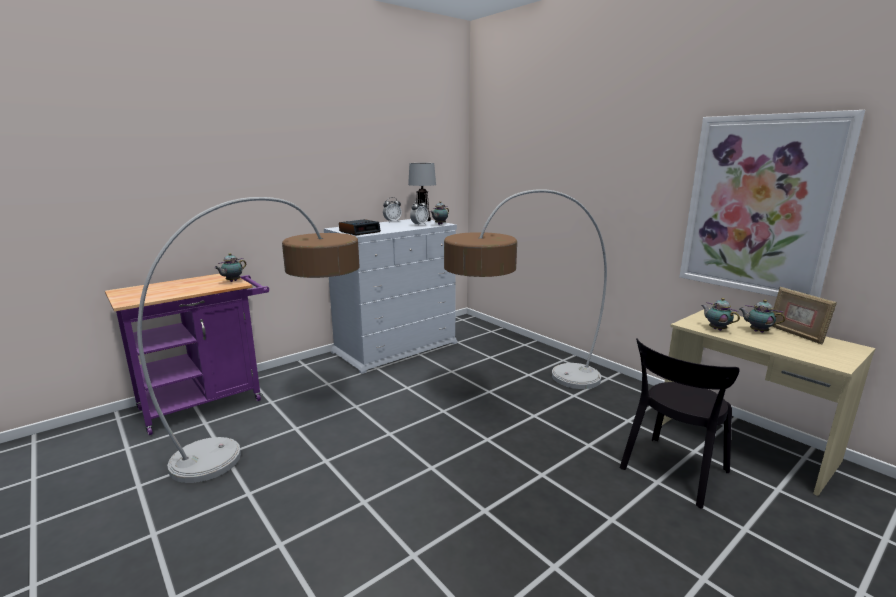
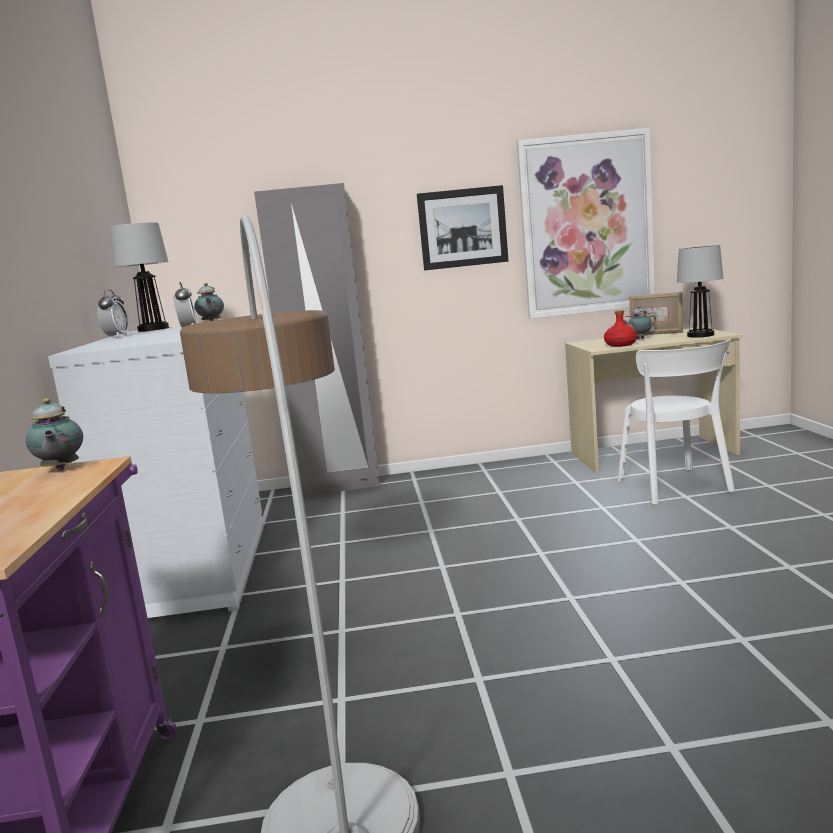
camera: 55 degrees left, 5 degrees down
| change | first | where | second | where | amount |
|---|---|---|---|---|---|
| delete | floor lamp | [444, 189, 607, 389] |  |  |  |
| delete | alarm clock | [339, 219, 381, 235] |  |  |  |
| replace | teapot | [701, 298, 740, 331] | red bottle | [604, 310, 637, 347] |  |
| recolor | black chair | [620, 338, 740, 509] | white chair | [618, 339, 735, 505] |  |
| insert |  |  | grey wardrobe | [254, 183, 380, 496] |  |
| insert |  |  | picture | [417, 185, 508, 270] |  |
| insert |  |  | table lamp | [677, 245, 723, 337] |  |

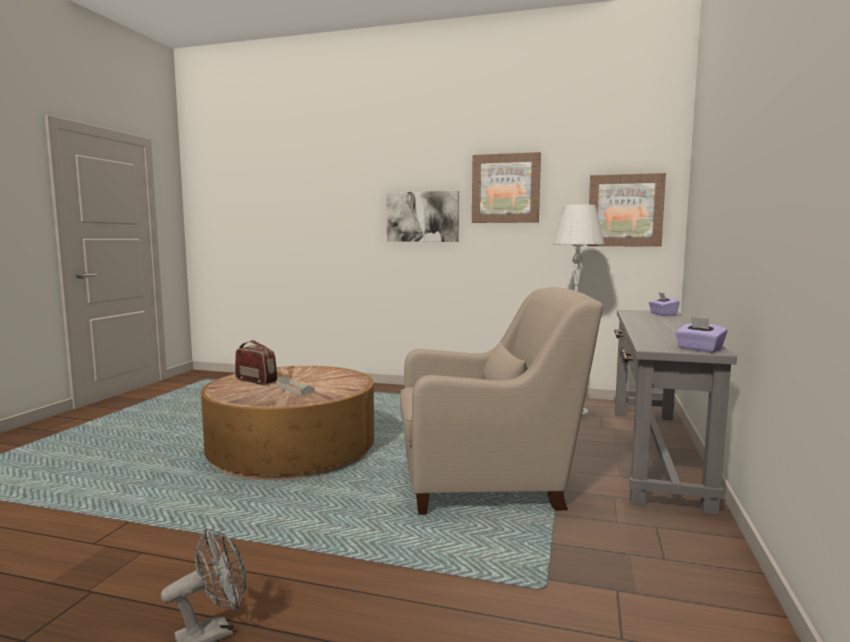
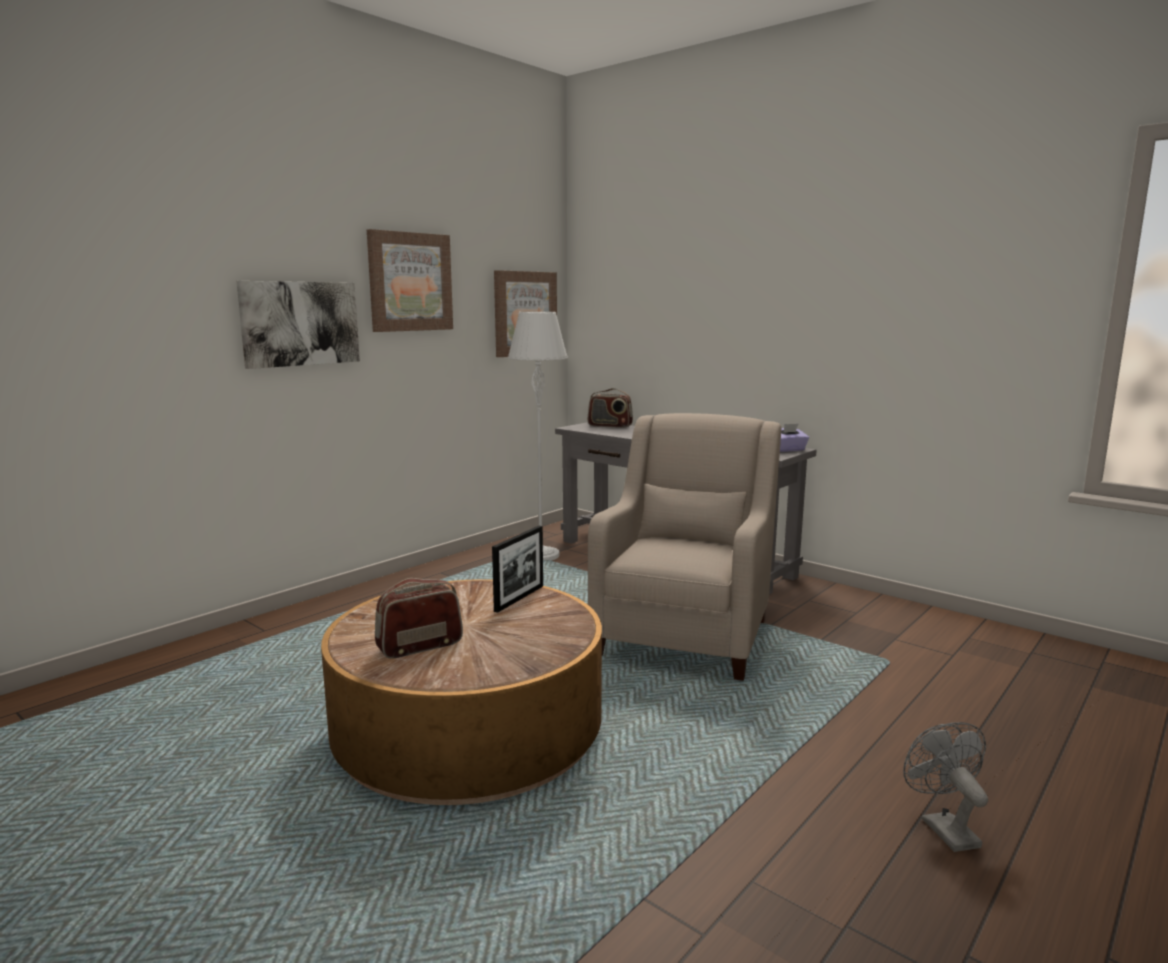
camera: 65 degrees left, 5 degrees up
| change | first | where | second | where | amount |
|---|---|---|---|---|---|
| replace | purple tissue box | [649, 292, 680, 316] | radio | [588, 388, 633, 428] |  |
| delete | grey tray | [276, 377, 315, 395] |  |  |  |
| insert |  |  | picture frame | [492, 526, 543, 613] |  |

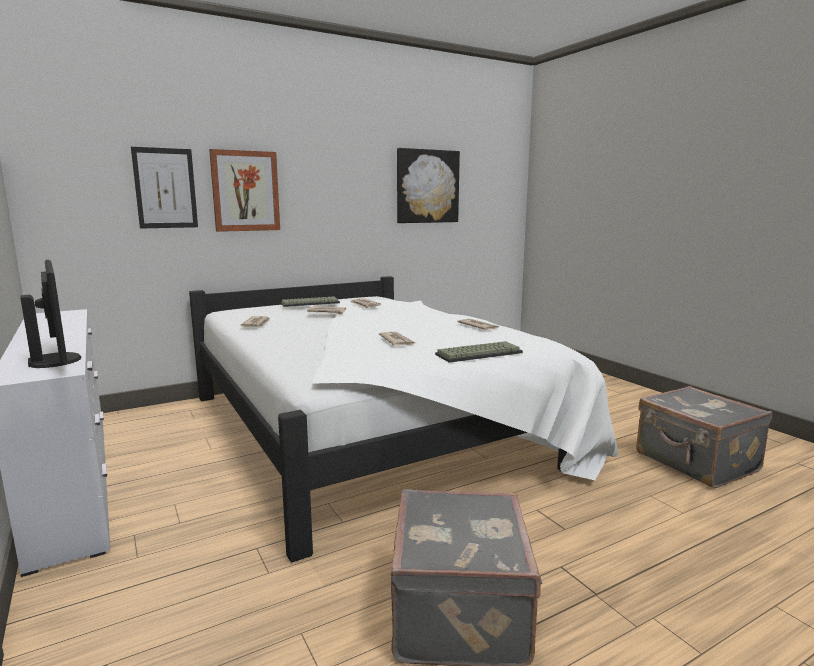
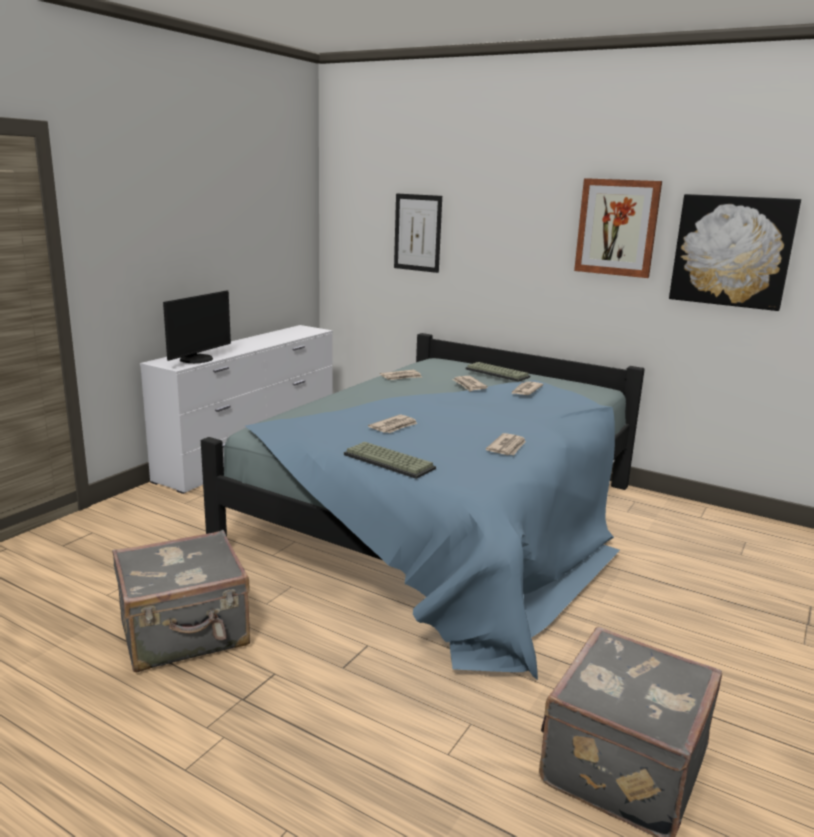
camera: 60 degrees right, 5 degrees up
| change | first | where | second | where | amount |
|---|---|---|---|---|---|
| move | picture | [209, 149, 280, 232] |  | [574, 178, 662, 278] |  |
| recolor | white bed | [189, 276, 618, 562] | blue bed | [201, 333, 645, 680] |  |

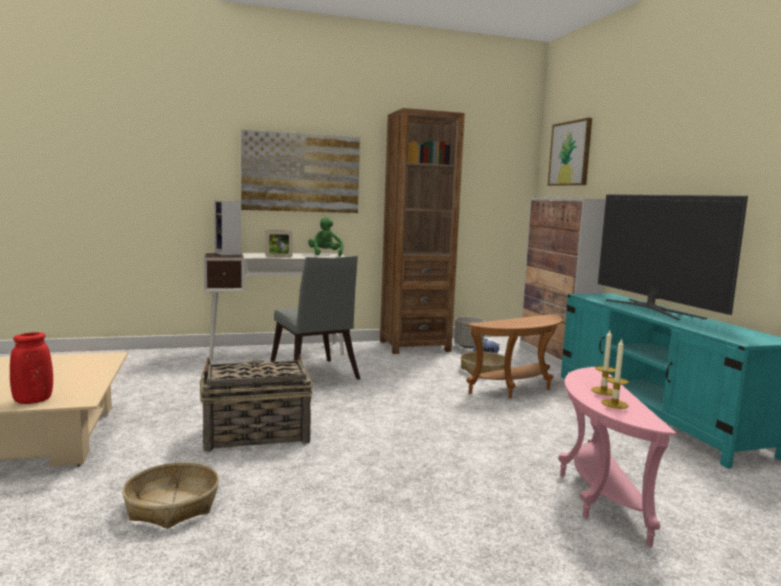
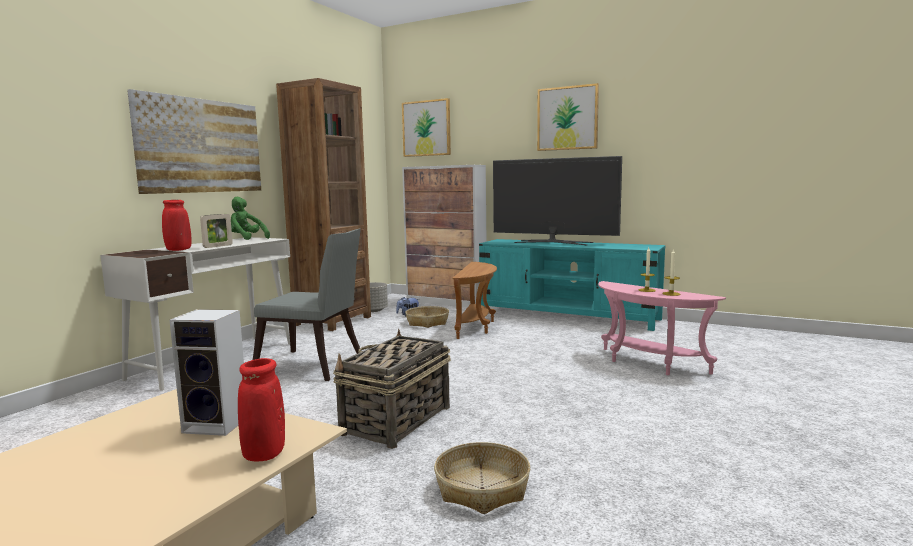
camera: 45 degrees left, 0 degrees up
| change | first | where | second | where | amount |
|---|---|---|---|---|---|
| move | speaker | [214, 201, 242, 255] |  | [170, 309, 244, 436] |  |
| insert |  |  | picture | [537, 83, 599, 151] |  |
| insert |  |  | red vase | [162, 200, 191, 251] |  |

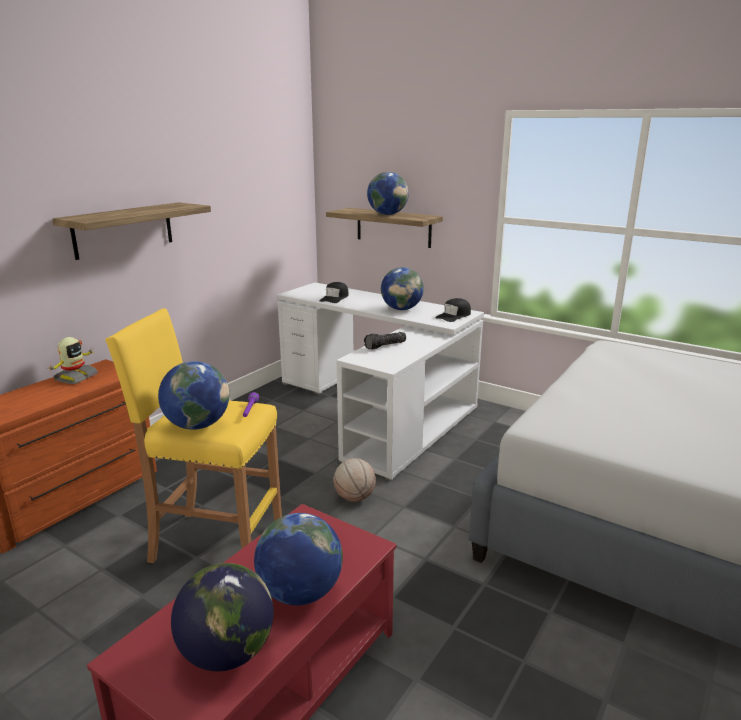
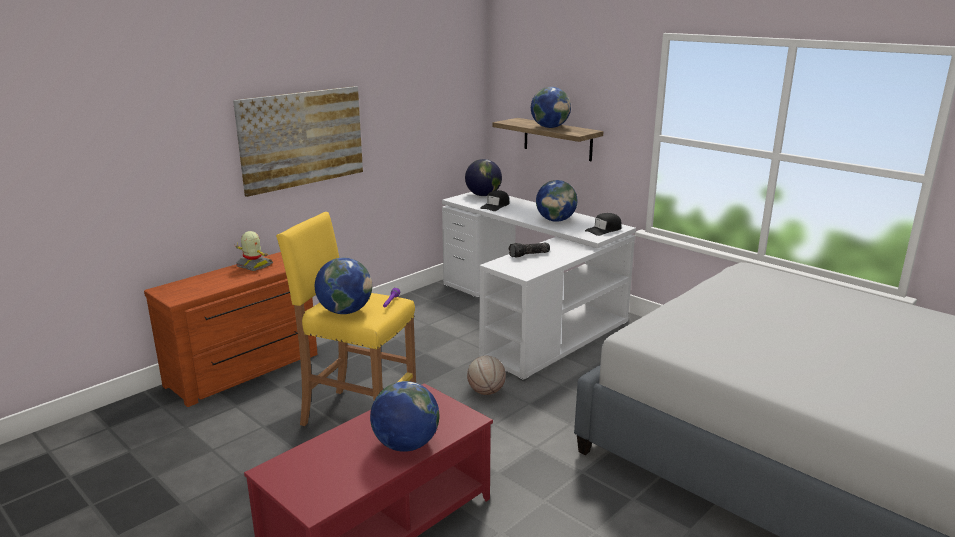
camera: 10 degrees right, 0 degrees up
| change | first | where | second | where | amount |
|---|---|---|---|---|---|
| replace | shelf | [52, 202, 211, 260] | picture | [233, 86, 363, 197] |  |
| rotate | toy robot | [49, 337, 98, 384] |  | [236, 231, 273, 271] | 90 degrees counterclockwise |
| move | globe | [171, 563, 274, 671] |  | [465, 159, 502, 196] |  |

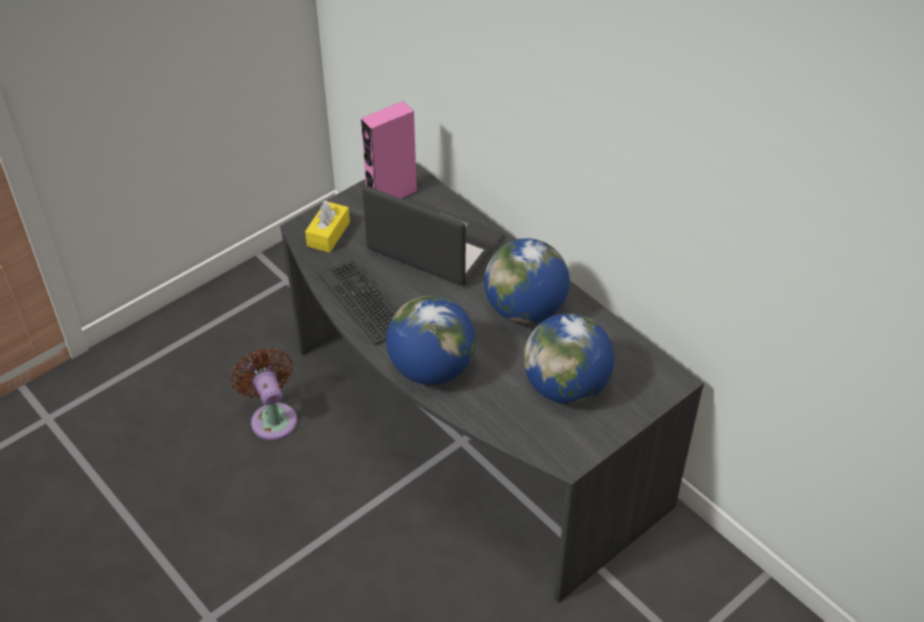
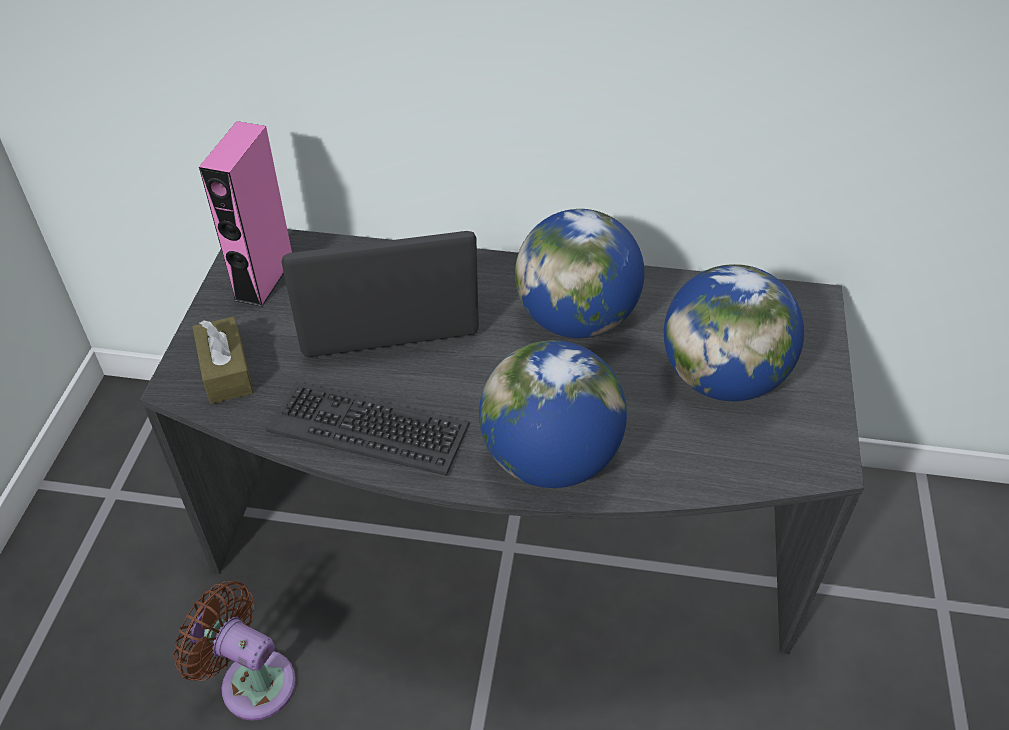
camera: 40 degrees left, 0 degrees up
| change | first | where | second | where | amount |
|---|---|---|---|---|---|
| recolor | yellow tissue box | [305, 201, 350, 253] | brown tissue box | [193, 317, 254, 404] |  |

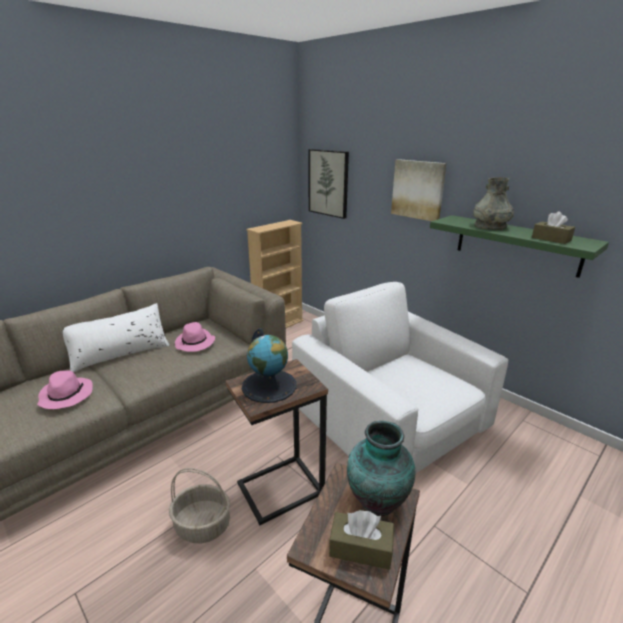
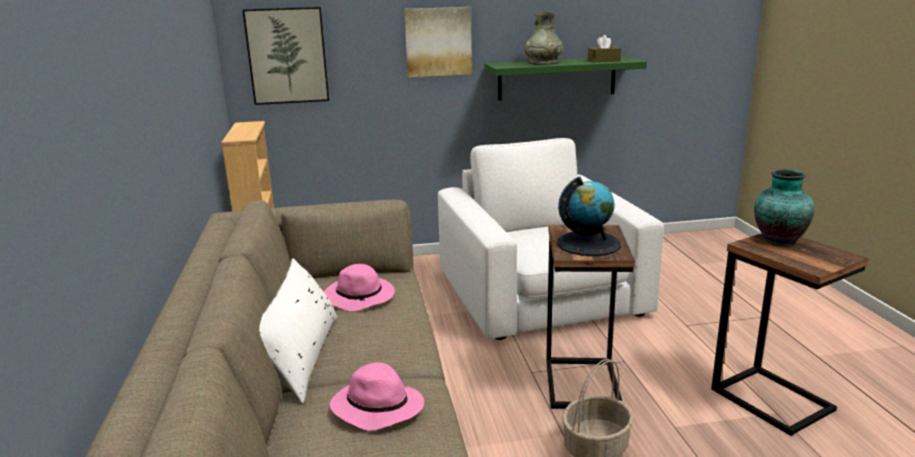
camera: 55 degrees left, 5 degrees down
| change | first | where | second | where | amount |
|---|---|---|---|---|---|
| rotate | white armchair | [292, 282, 508, 474] |  | [438, 138, 664, 340] | 75 degrees clockwise |
| delete | brown tissue box | [329, 510, 394, 570] |  |  |  |

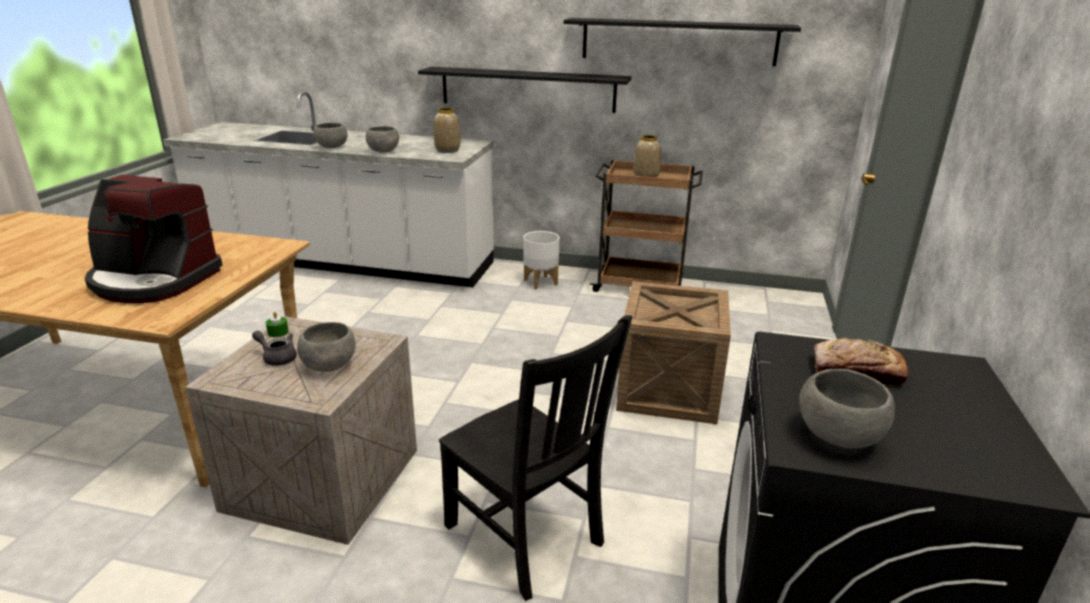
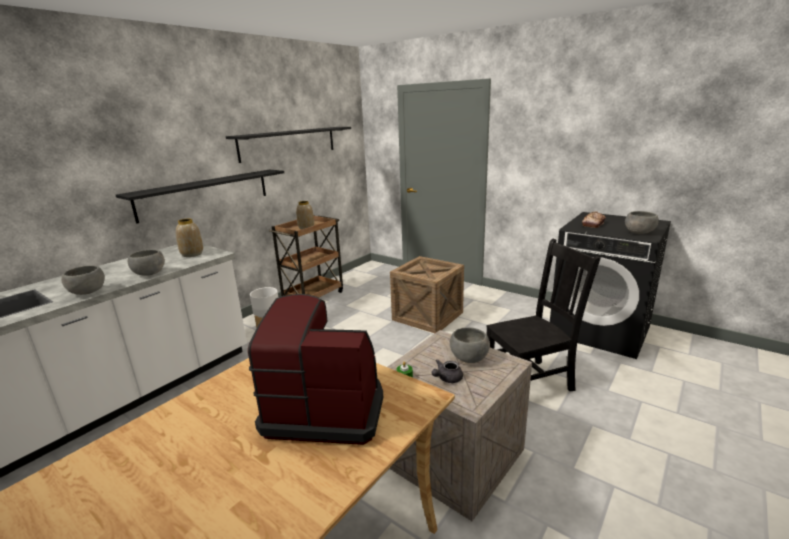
camera: 65 degrees left, 5 degrees down
| change | first | where | second | where | amount |
|---|---|---|---|---|---|
| rotate | coffee machine | [85, 175, 223, 303] |  | [248, 294, 384, 445] | 120 degrees counterclockwise |

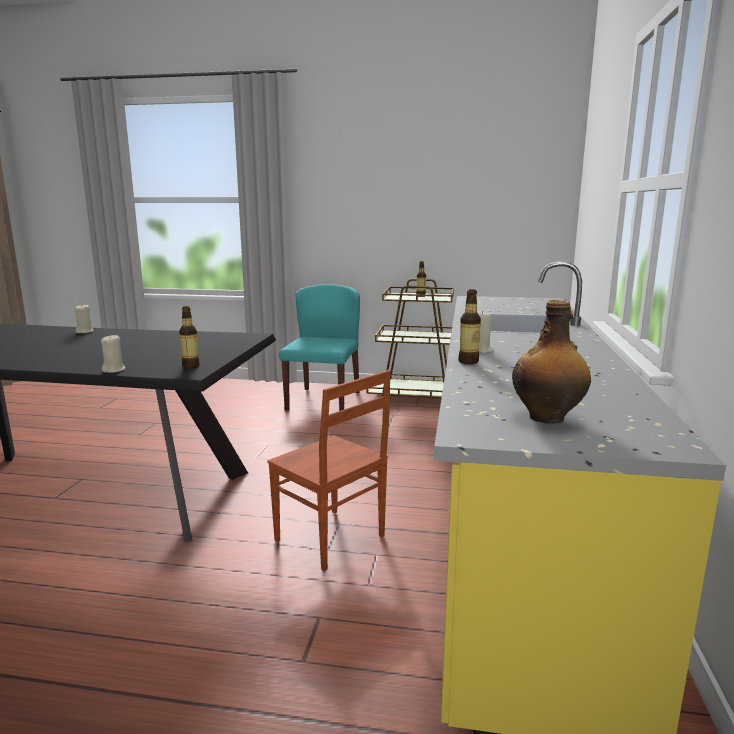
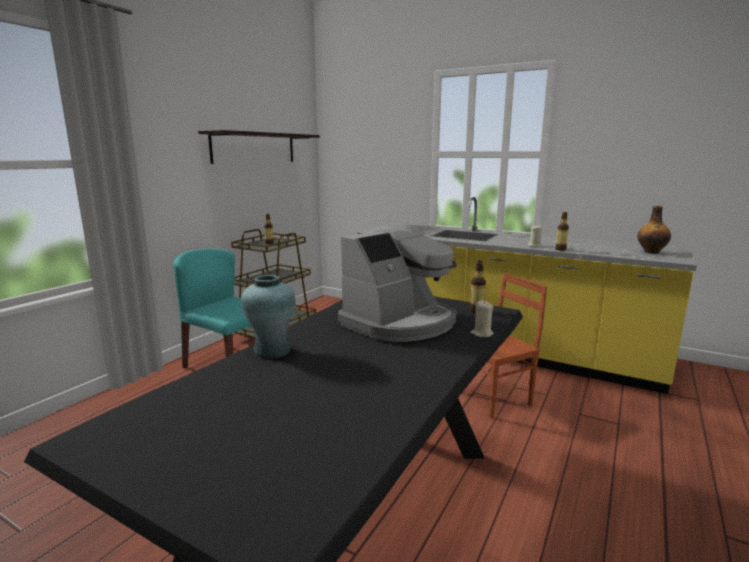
camera: 70 degrees left, 0 degrees up
| change | first | where | second | where | amount |
|---|---|---|---|---|---|
| replace | beige candle | [75, 304, 94, 333] | turquoise vase | [241, 275, 296, 359] |  |
| insert |  |  | shelf | [198, 130, 320, 164] |  |
| insert |  |  | coffee machine | [338, 227, 457, 342] |  |

